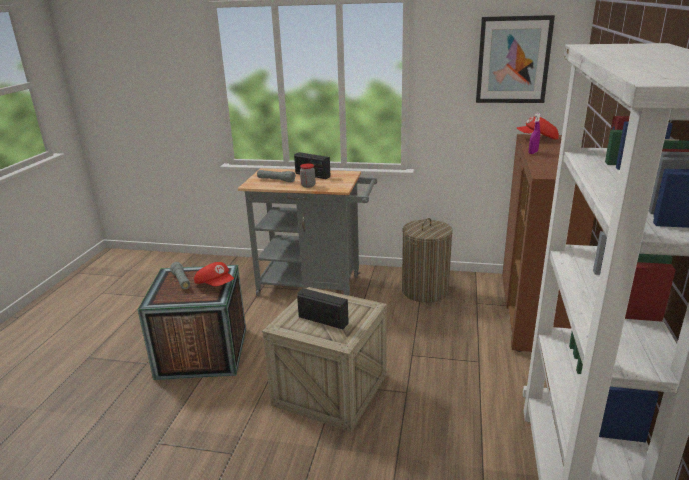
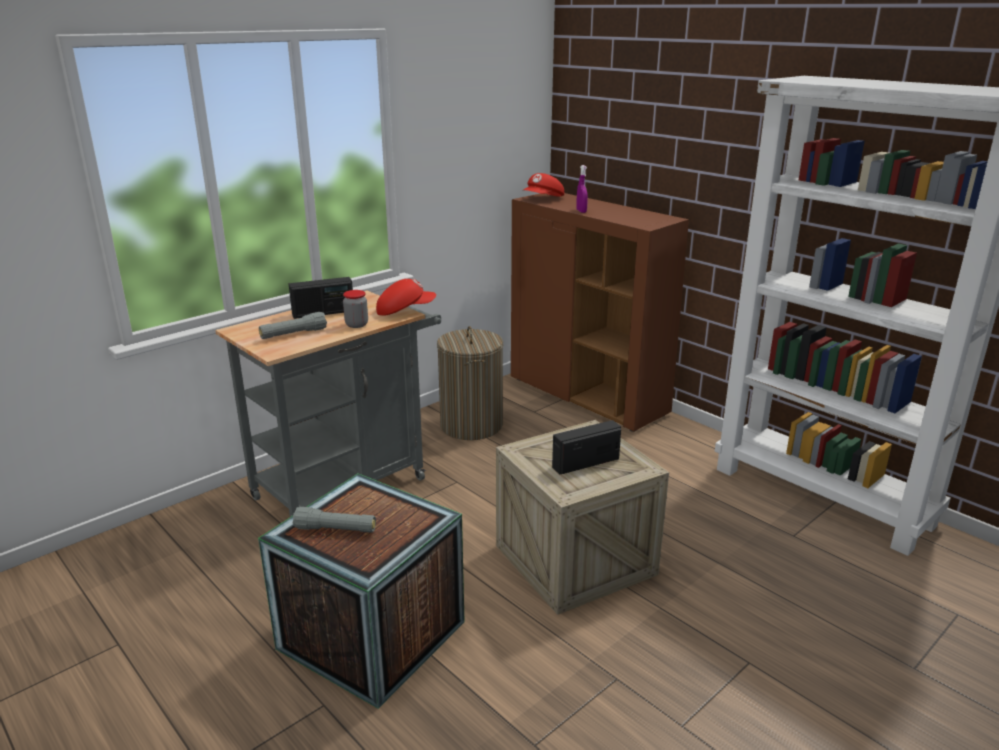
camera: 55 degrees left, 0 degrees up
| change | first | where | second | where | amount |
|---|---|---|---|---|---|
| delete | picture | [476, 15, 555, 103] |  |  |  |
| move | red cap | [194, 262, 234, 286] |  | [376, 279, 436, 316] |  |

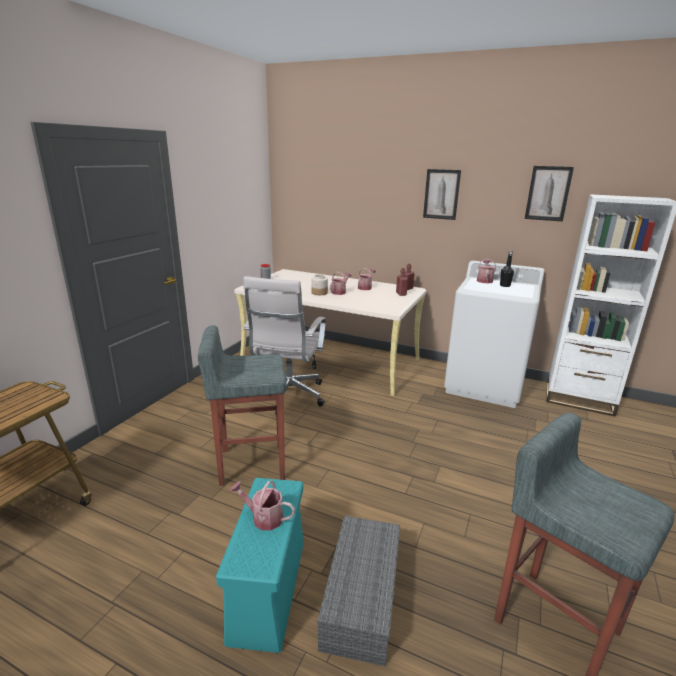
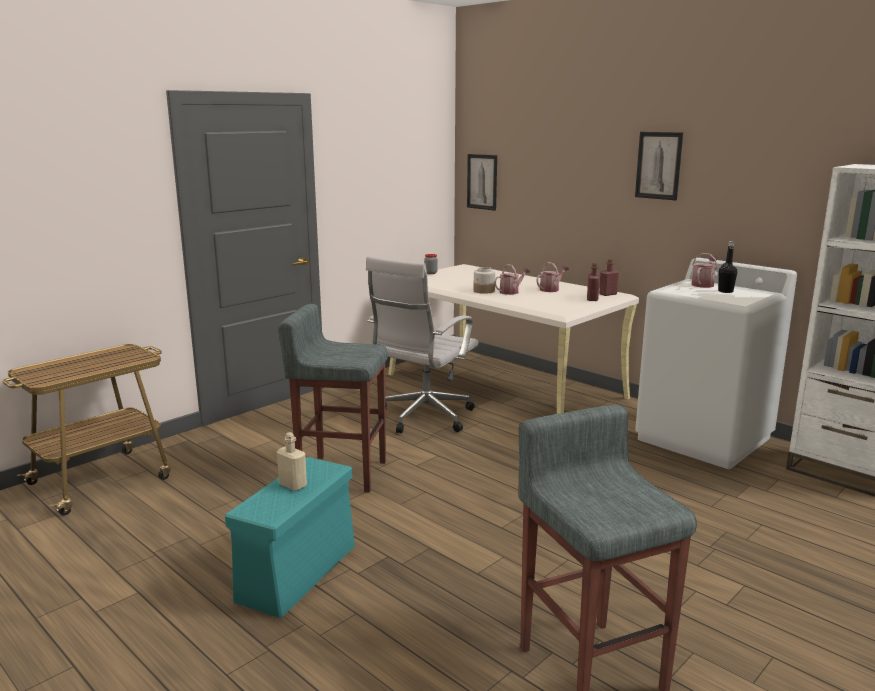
camera: 20 degrees right, 5 degrees down
| change | first | where | second | where | amount |
|---|---|---|---|---|---|
| move | picture | [525, 166, 574, 221] |  | [467, 154, 497, 211] |  |
| replace | watering can | [230, 481, 295, 530] | beige bottle | [277, 432, 307, 491] |  |
| delete | grey storage box | [317, 516, 400, 667] |  |  |  |

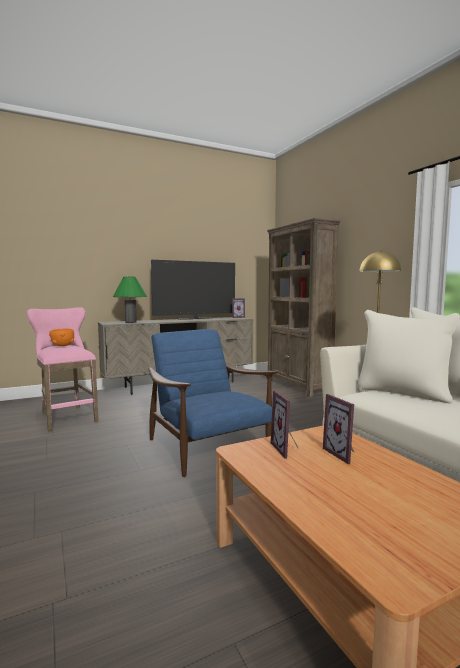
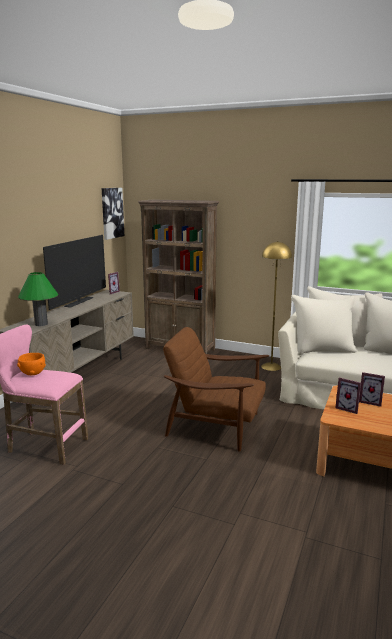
camera: 40 degrees left, 10 degrees up
| change | first | where | second | where | amount |
|---|---|---|---|---|---|
| recolor | blue armchair | [149, 329, 280, 477] | brown armchair | [163, 327, 269, 451] |  |
| insert |  |  | picture | [102, 188, 124, 240] |  |

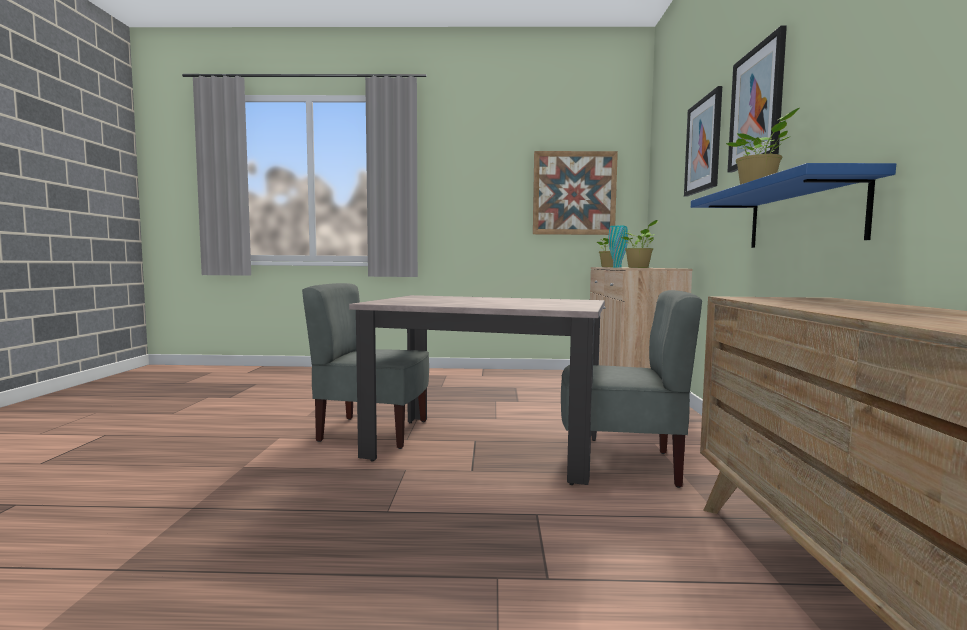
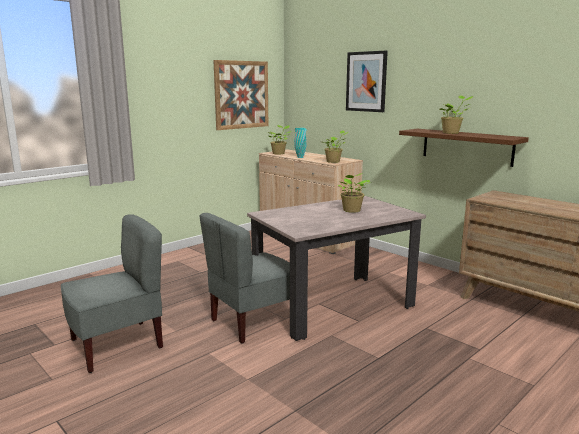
camera: 45 degrees left, 10 degrees up
| change | first | where | second | where | amount |
|---|---|---|---|---|---|
| delete | picture | [727, 26, 787, 172] |  |  |  |
| recolor | blue shelf | [691, 163, 896, 248] | brown shelf | [399, 129, 529, 167] |  |
| move | grey chair | [561, 290, 702, 488] |  | [61, 214, 163, 373] |  |
| insert |  |  | potted plant | [338, 173, 370, 213] |  |

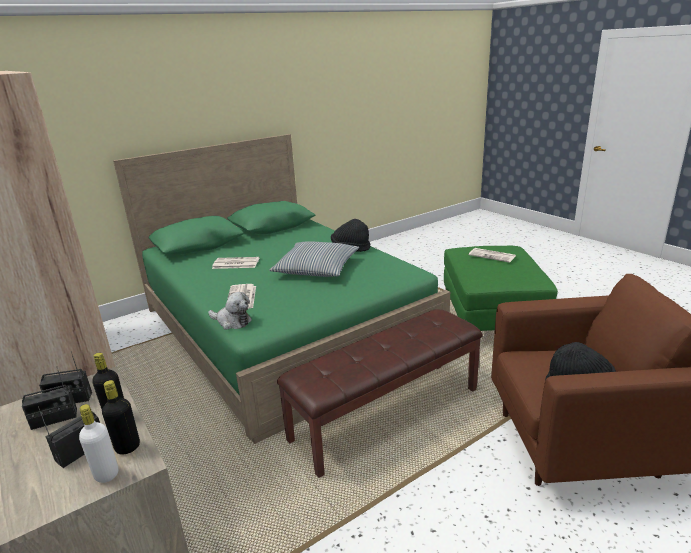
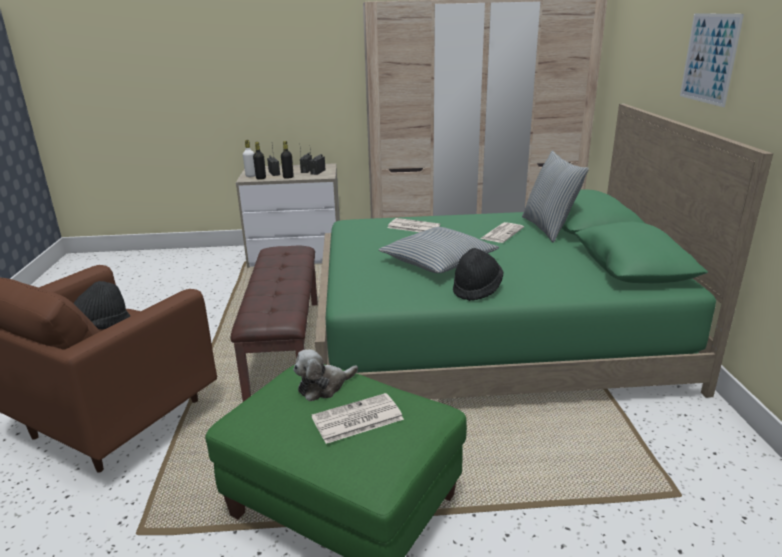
camera: 120 degrees right, 0 degrees up
| change | first | where | second | where | amount |
|---|---|---|---|---|---|
| move | plush toy | [208, 292, 252, 330] |  | [293, 349, 358, 401] |  |
| insert |  |  | picture | [680, 13, 744, 107] |  |
| insert |  |  | pillow | [522, 151, 589, 243] |  |

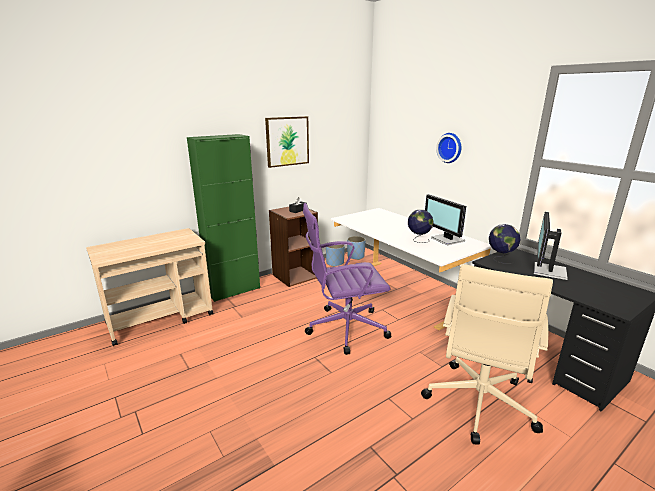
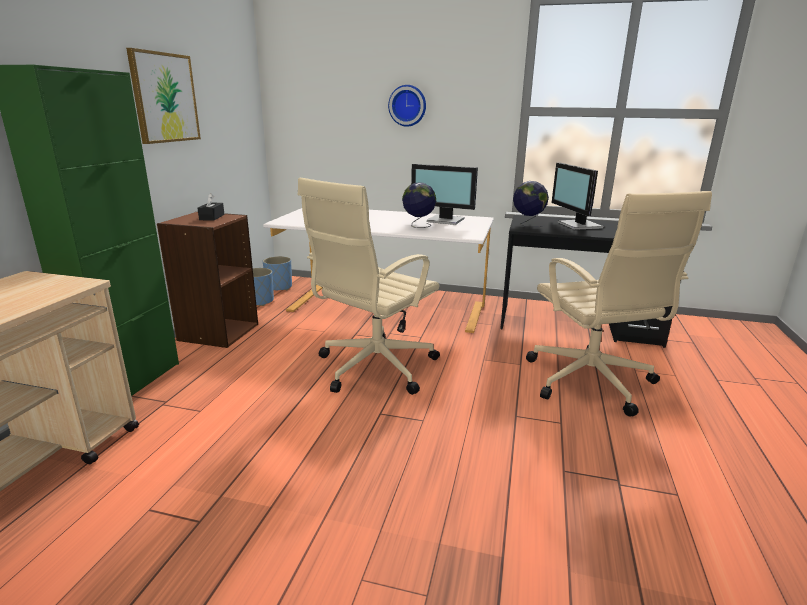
camera: 40 degrees left, 0 degrees up
| change | first | where | second | where | amount |
|---|---|---|---|---|---|
| recolor | purple office chair | [303, 203, 391, 355] | beige office chair | [298, 178, 440, 395] |  |

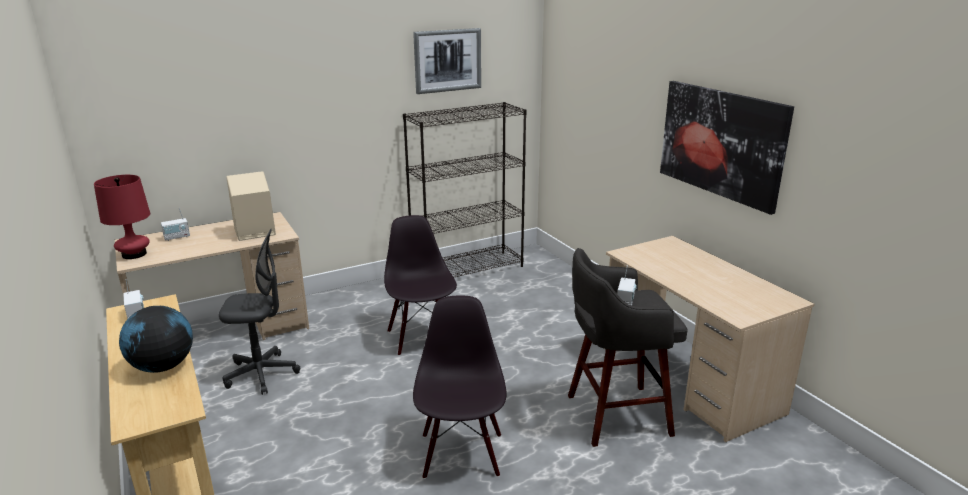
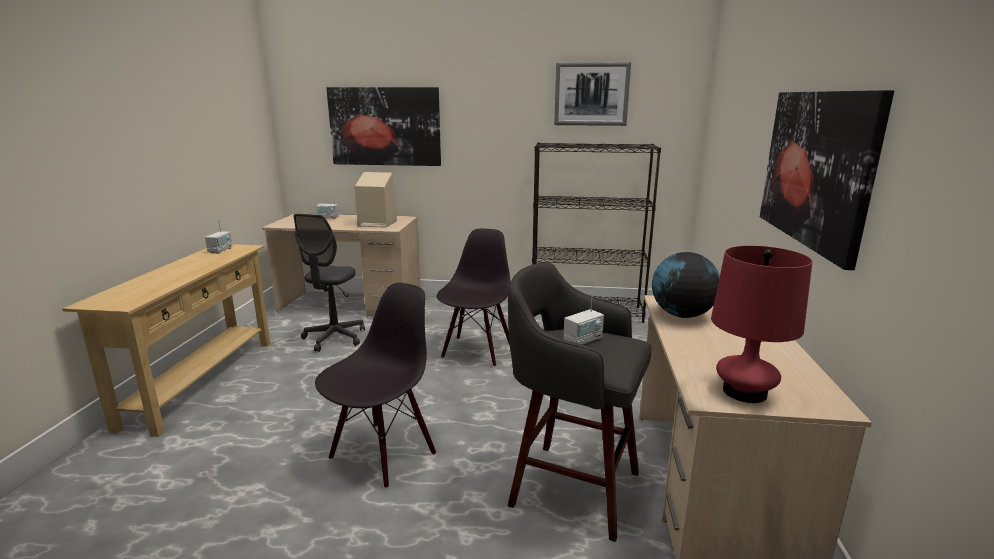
camera: 35 degrees right, 5 degrees down
| change | first | where | second | where | amount |
|---|---|---|---|---|---|
| move | red table lamp | [94, 175, 150, 259] |  | [711, 246, 813, 403] |  |
| rotate | grey office chair | [219, 229, 300, 395] |  | [294, 213, 365, 352] | 75 degrees clockwise |
| move | globe | [119, 306, 193, 373] |  | [652, 252, 720, 318] |  |
| insert |  |  | picture | [326, 87, 441, 166] |  |

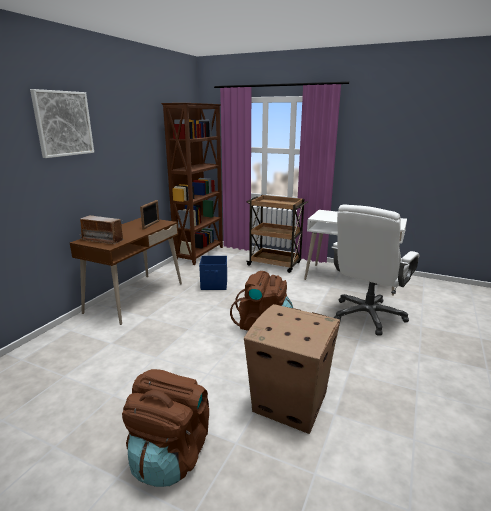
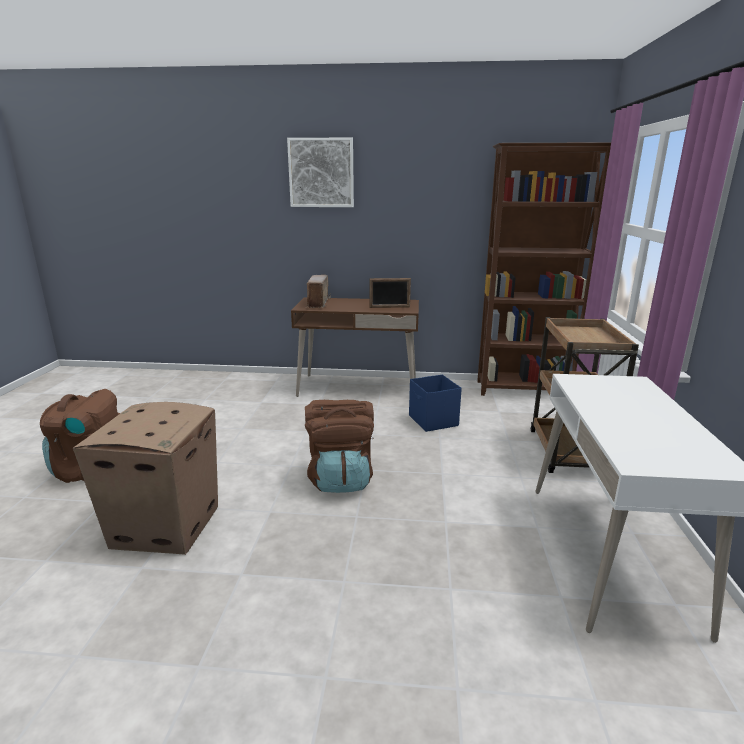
camera: 70 degrees right, 0 degrees up
| change | first | where | second | where | amount |
|---|---|---|---|---|---|
| delete | white office chair | [331, 205, 419, 335] |  |  |  |

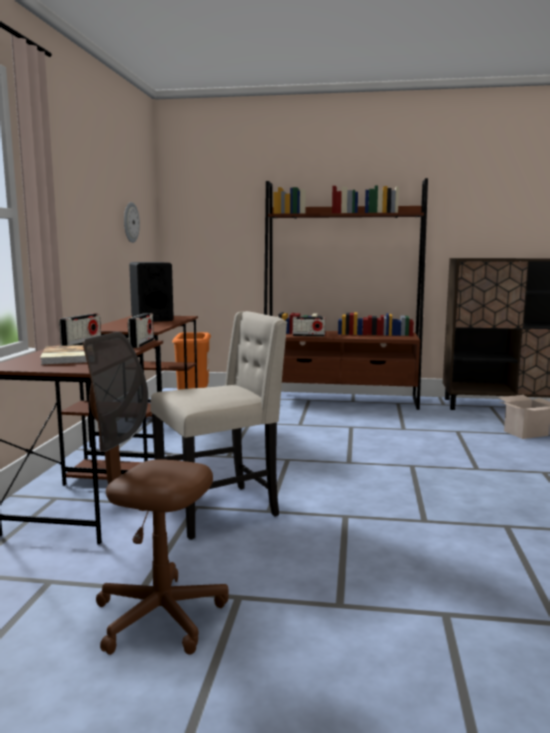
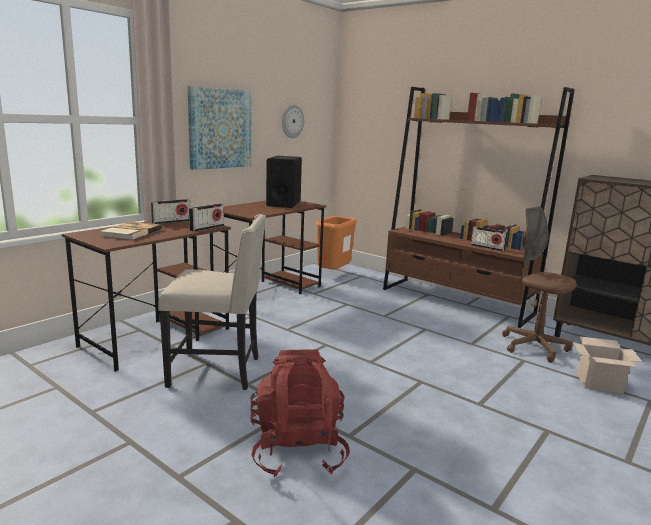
camera: 30 degrees right, 5 degrees up
| change | first | where | second | where | amount |
|---|---|---|---|---|---|
| move | radio | [293, 317, 326, 337] |  | [471, 226, 508, 251] |  |
| move | brown office chair | [83, 332, 229, 655] |  | [502, 206, 577, 363] |  |
| insert |  |  | picture | [188, 86, 252, 170] |  |
| insert |  |  | red backpack | [250, 349, 350, 477] |  |

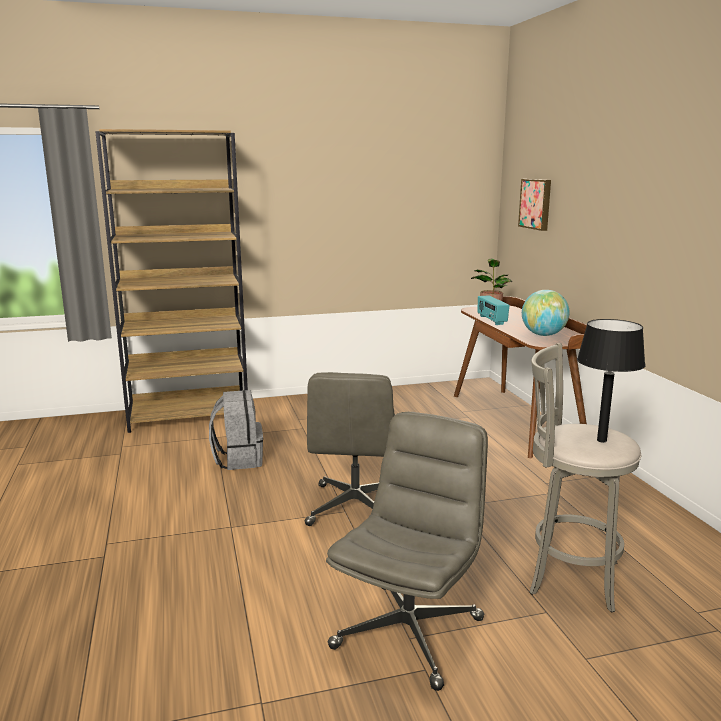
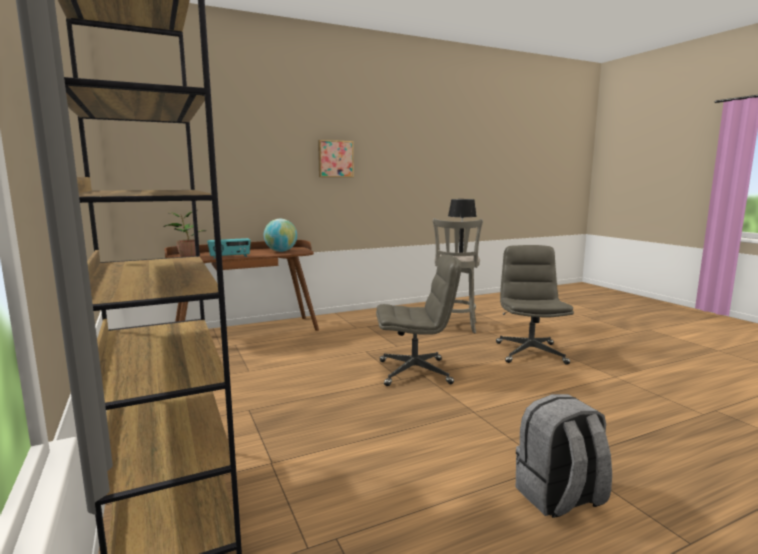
camera: 100 degrees left, 5 degrees down
| change | first | where | second | where | amount |
|---|---|---|---|---|---|
| move | picture | [518, 179, 551, 231] |  | [318, 140, 354, 177] |  |
| move | grey backpack | [209, 390, 263, 470] |  | [516, 394, 612, 518] |  |
| rotate | grey office chair | [326, 412, 488, 691] |  | [496, 245, 574, 365] | 75 degrees clockwise |

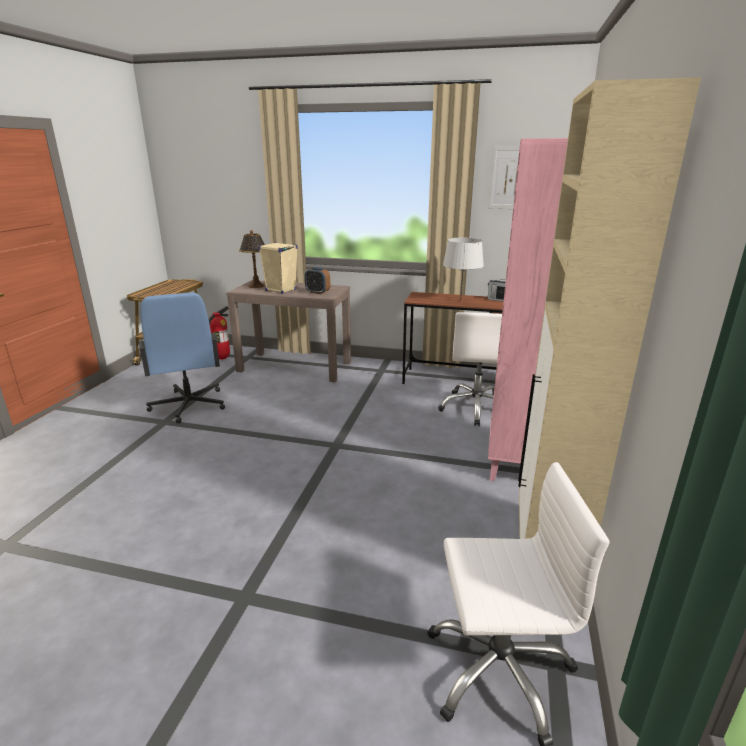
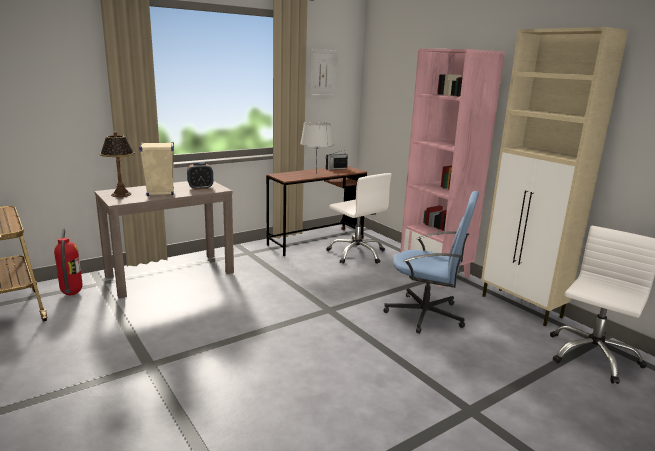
camera: 50 degrees left, 5 degrees down
| change | first | where | second | where | amount |
|---|---|---|---|---|---|
| move | blue office chair | [138, 293, 225, 423] |  | [383, 191, 479, 334] |  |

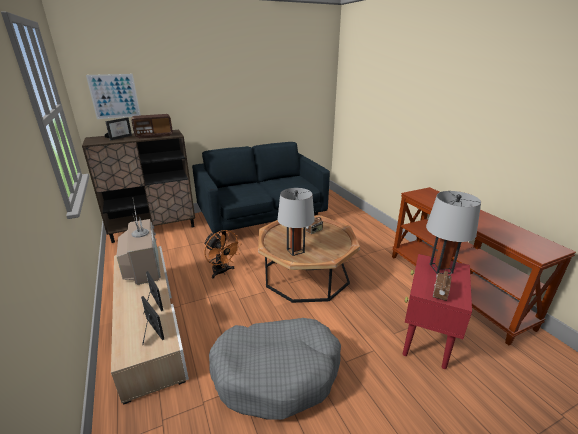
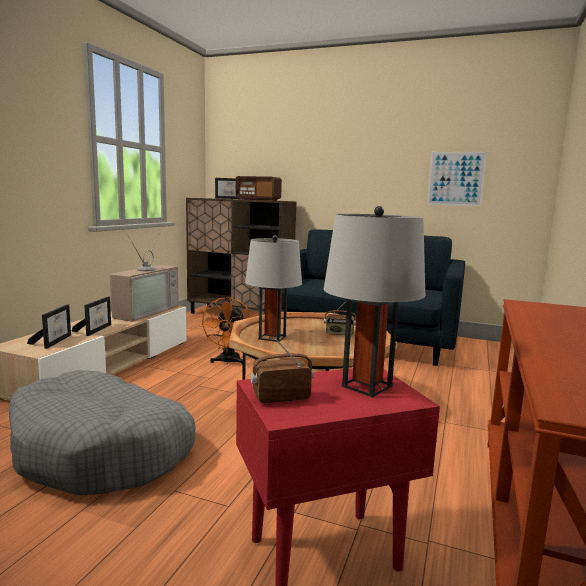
camera: 45 degrees right, 15 degrees down
| change | first | where | second | where | amount |
|---|---|---|---|---|---|
| move | picture | [86, 74, 141, 119] |  | [427, 152, 487, 206] |  |

